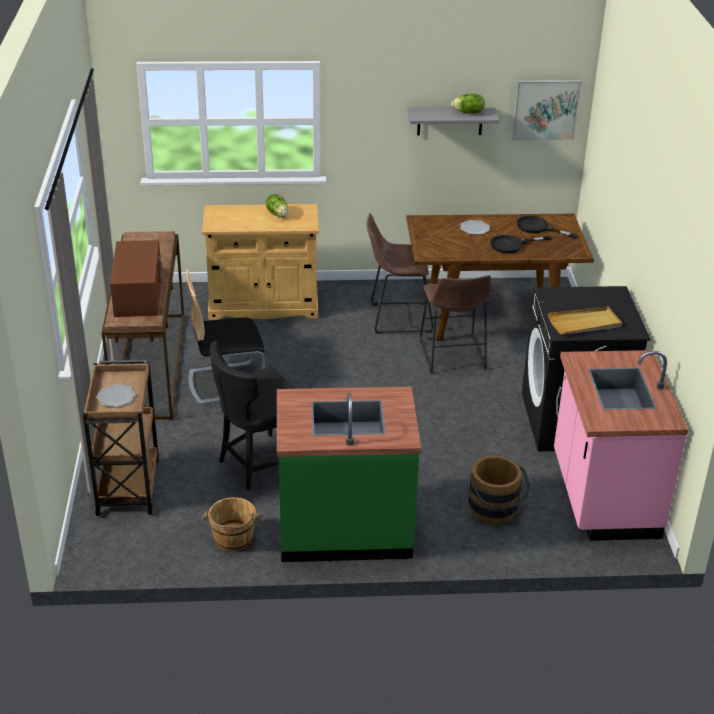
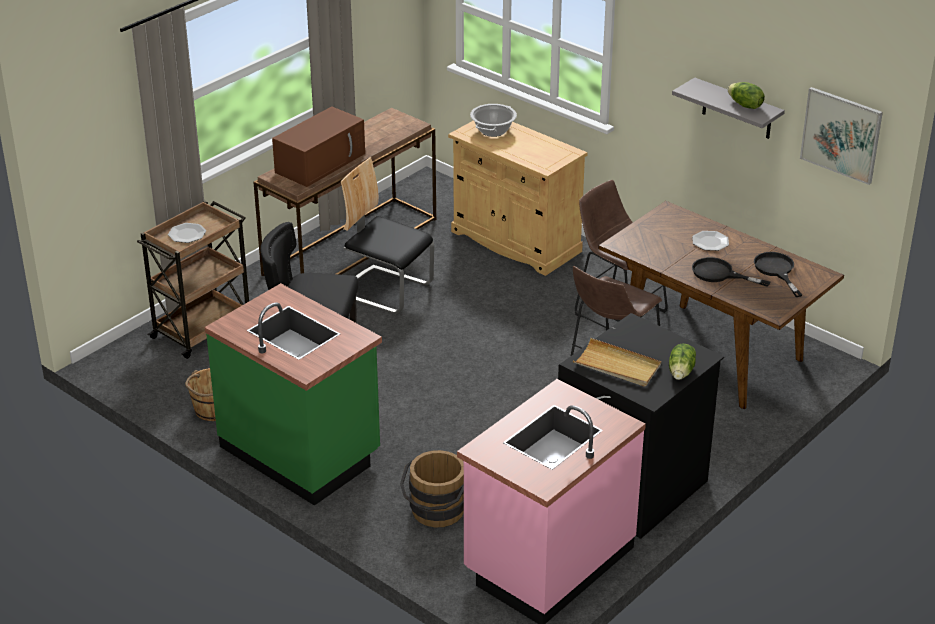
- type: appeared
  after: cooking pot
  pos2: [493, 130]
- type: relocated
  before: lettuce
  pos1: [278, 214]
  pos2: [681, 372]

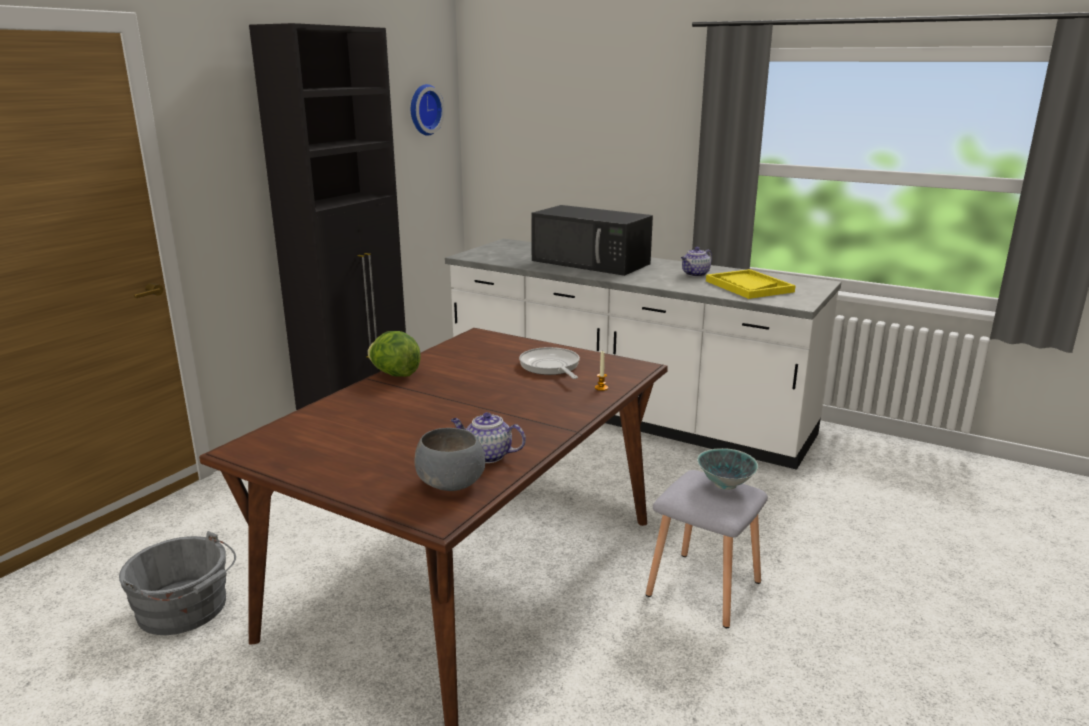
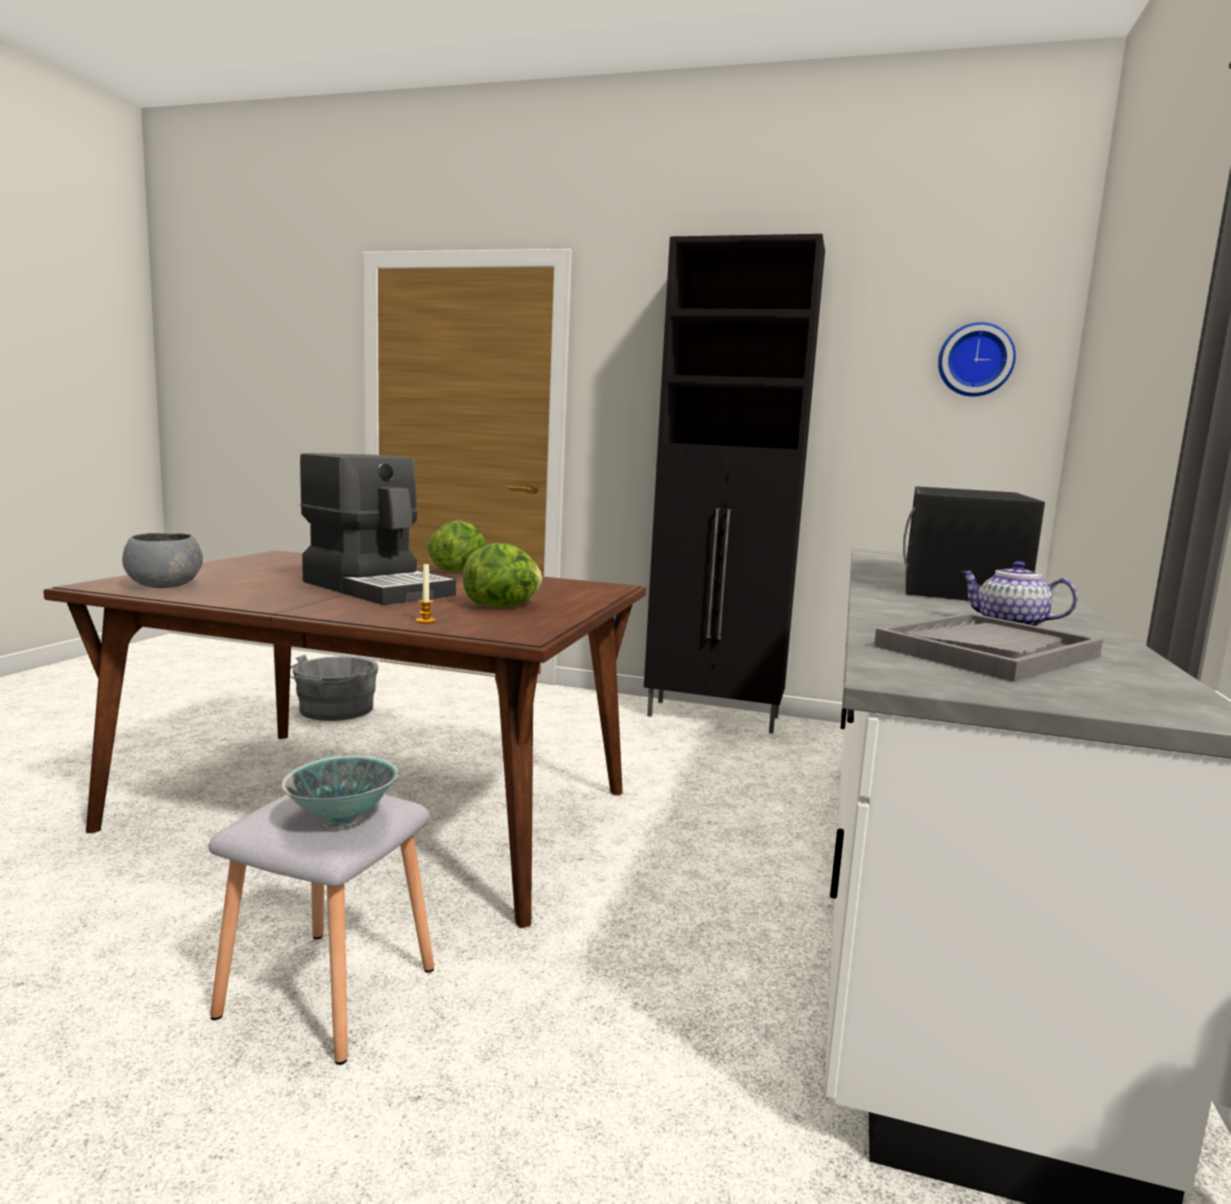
- type: appeared
  after: coffee machine
  pos2: [378, 588]
- type: exchanged
  before: frying pan
  after: lettuce
  pos1: [550, 367]
  pos2: [503, 606]
- type: colour
  before: yellow tray
  after: grey tray
  pos1: [748, 286]
  pos2: [987, 651]
- type: missing
  before: teapot
  pos1: [487, 455]

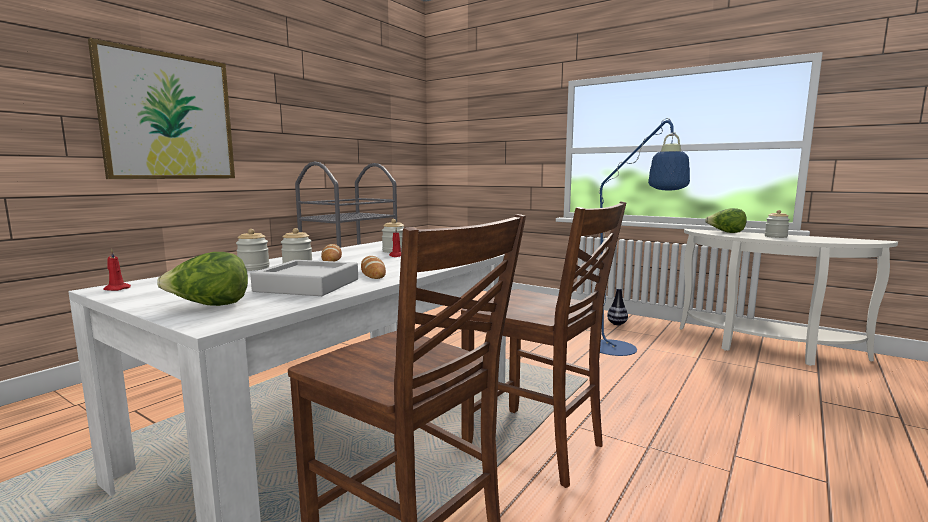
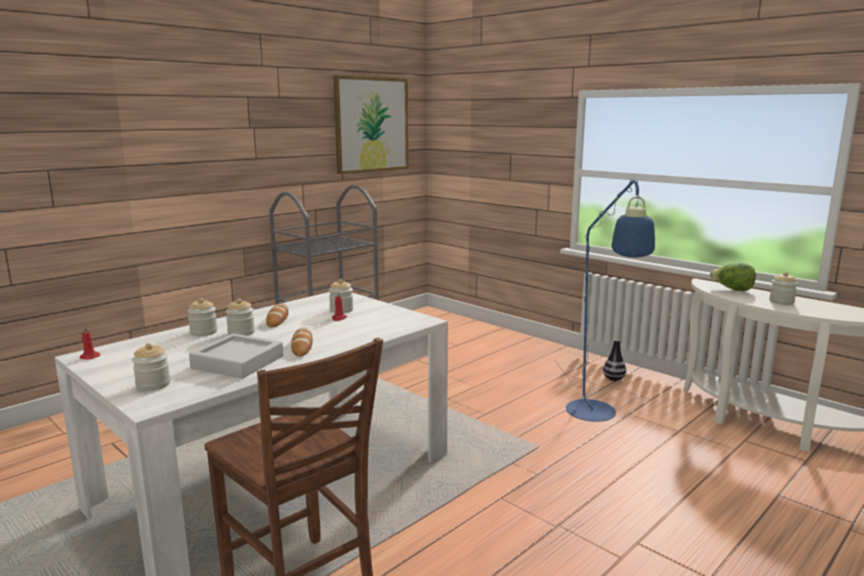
- type: exchanged
  before: lettuce
  after: jar
  pos1: [209, 306]
  pos2: [153, 385]
- type: relocated
  before: picture
  pos1: [168, 117]
  pos2: [371, 124]
- type: missing
  before: brown chair
  pos1: [536, 446]

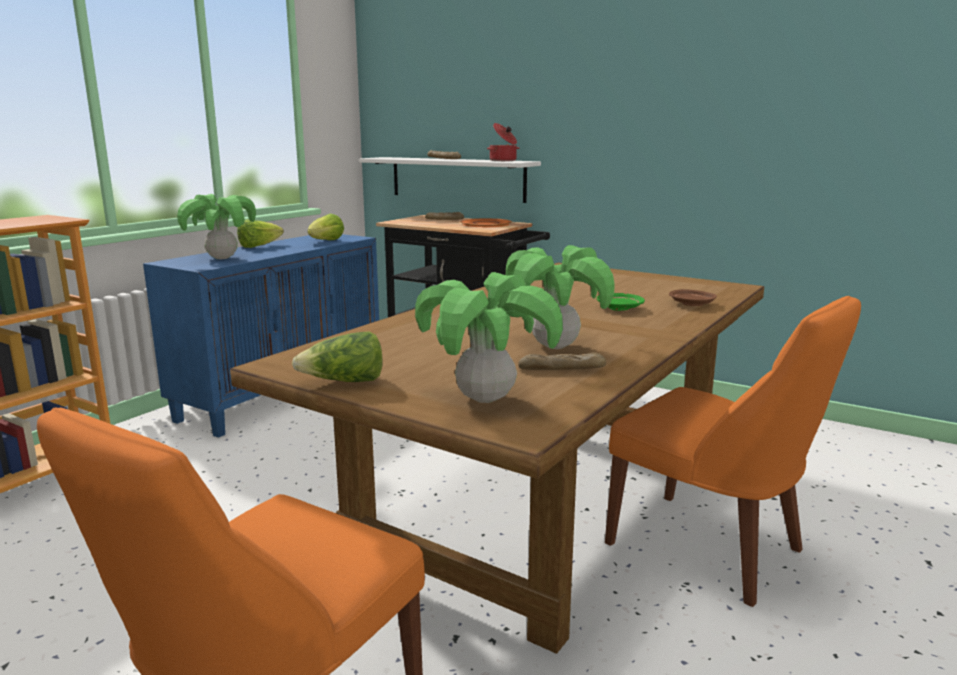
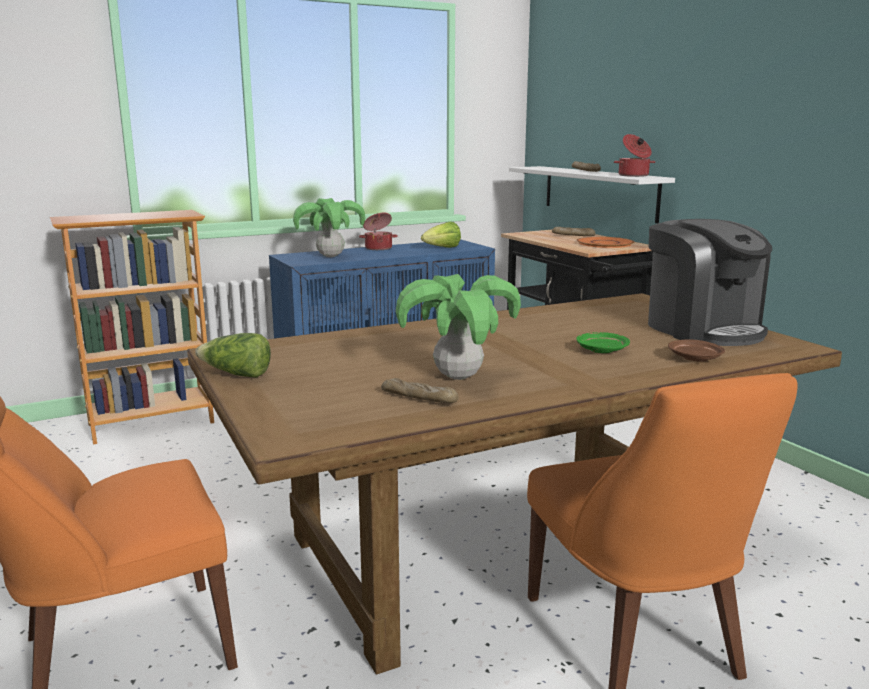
- type: exchanged
  before: lettuce
  after: cooking pot
  pos1: [259, 246]
  pos2: [378, 248]
- type: appeared
  after: coffee machine
  pos2: [703, 329]
- type: missing
  before: potted plant
  pos1: [484, 398]

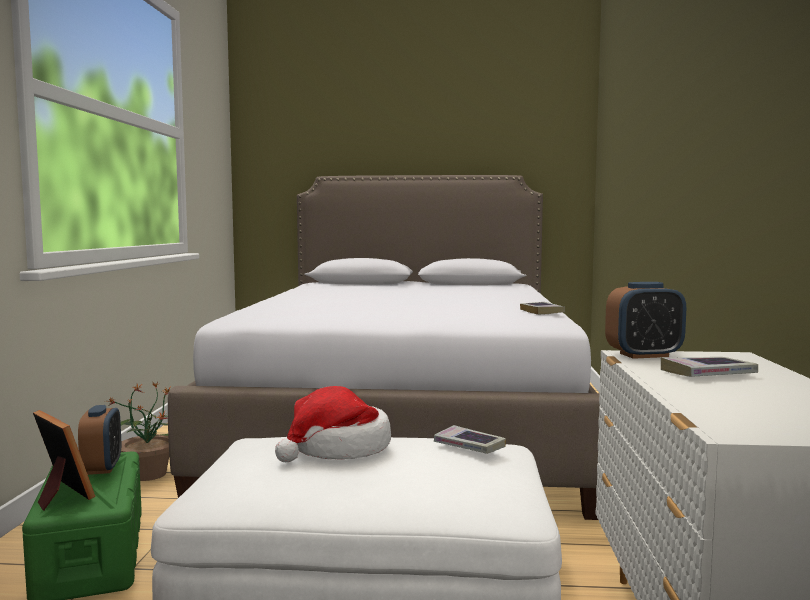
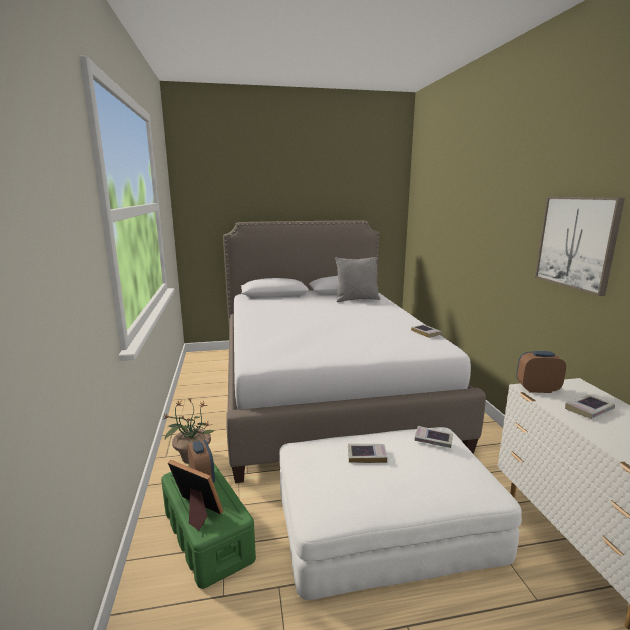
- type: appeared
  after: grey pillow
  pos2: [357, 300]
- type: exchanged
  before: hat
  after: book
  pos1: [338, 449]
  pos2: [366, 455]
- type: spun
  before: alarm clock
  pos1: [644, 355]
  pos2: [537, 389]
  turn: -150
- type: appeared
  after: picture
  pos2: [577, 242]

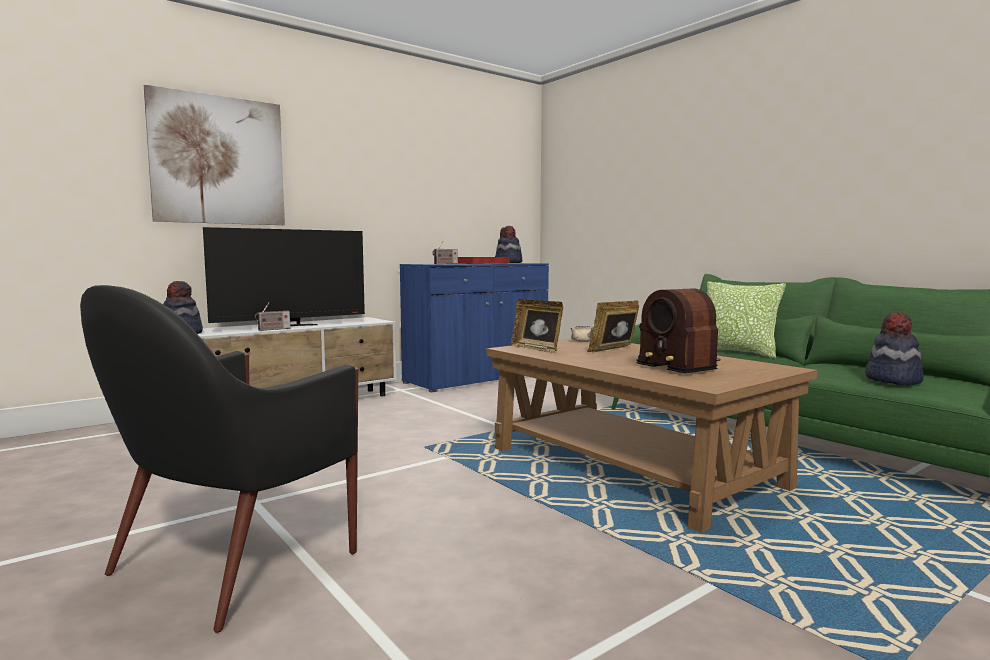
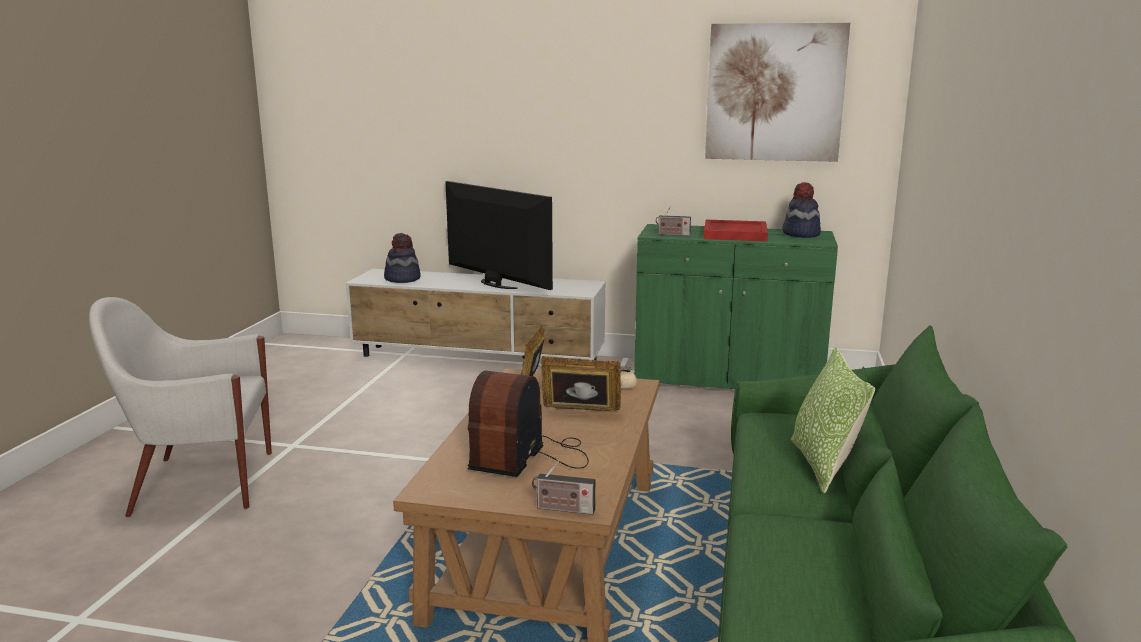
- type: colour
  before: black armchair
  after: white armchair
  pos1: [229, 565]
  pos2: [200, 483]
- type: spun
  before: television
  pos1: [291, 326]
  pos2: [495, 285]
  turn: -150
- type: relocated
  before: radio
  pos1: [273, 329]
  pos2: [562, 509]
- type: colour
  before: blue cabinet
  after: green cabinet
  pos1: [477, 378]
  pos2: [728, 379]
- type: relocated
  before: picture
  pos1: [218, 160]
  pos2: [774, 93]
- type: missing
  before: hat
  pos1: [892, 380]

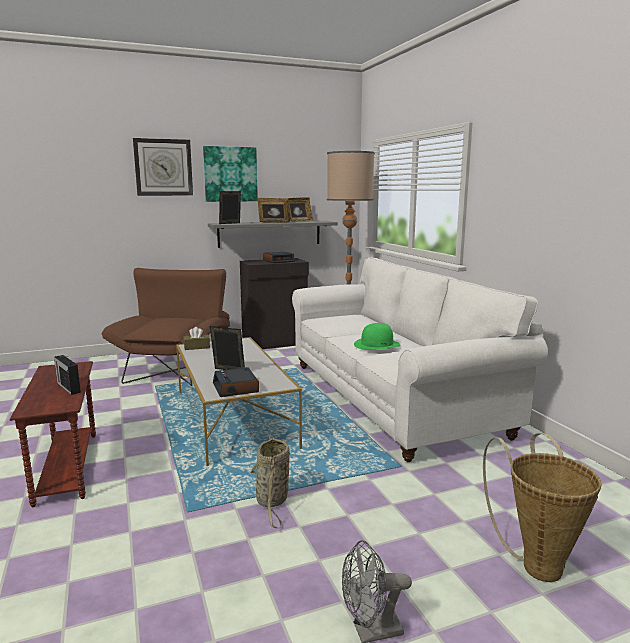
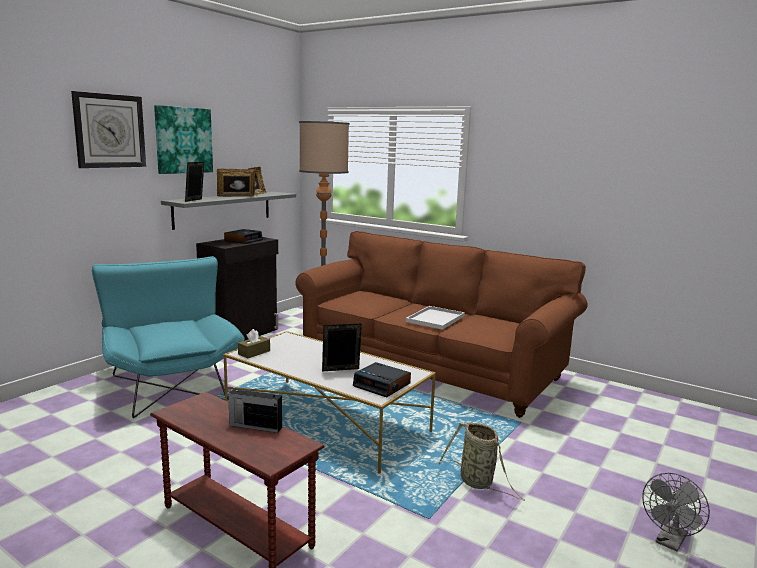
- type: colour
  before: brown armchair
  after: turquoise armchair
  pos1: [176, 367]
  pos2: [169, 383]
- type: colour
  before: white sofa
  after: brown sofa
  pos1: [390, 398]
  pos2: [430, 367]
- type: exchanged
  before: green hat
  after: white tray
  pos1: [377, 344]
  pos2: [435, 318]
- type: missing
  before: basket
  pos1: [536, 563]

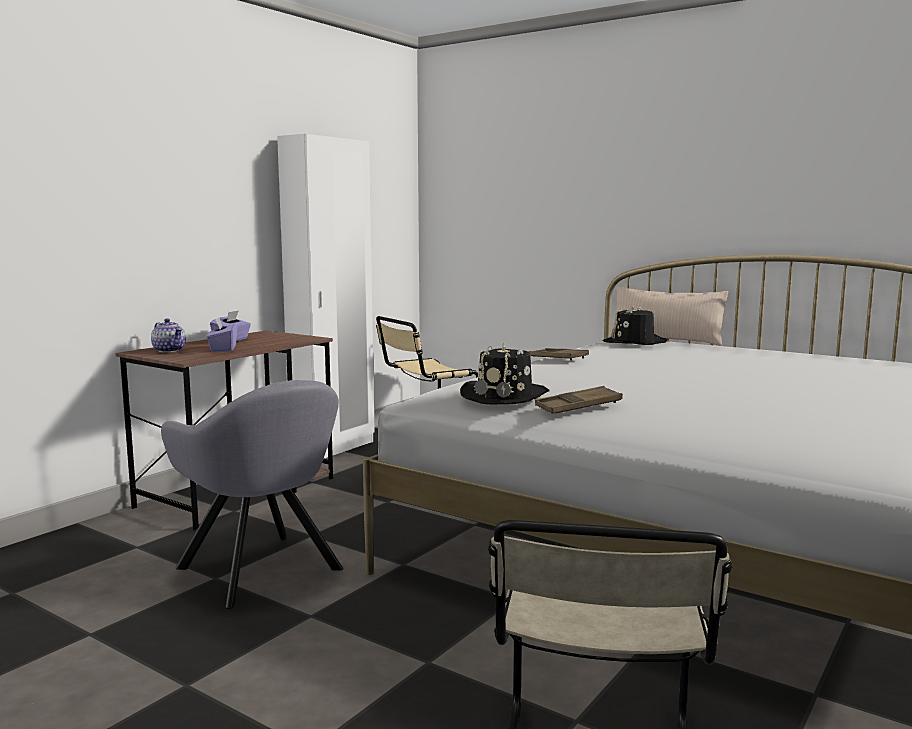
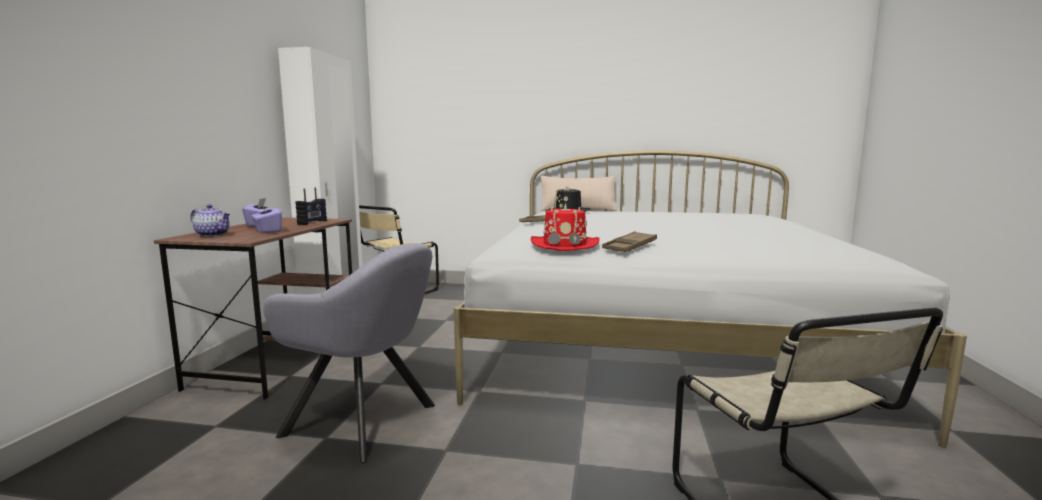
- type: appeared
  after: radio
  pos2: [312, 222]
- type: colour
  before: black hat
  after: red hat
  pos1: [505, 395]
  pos2: [565, 245]

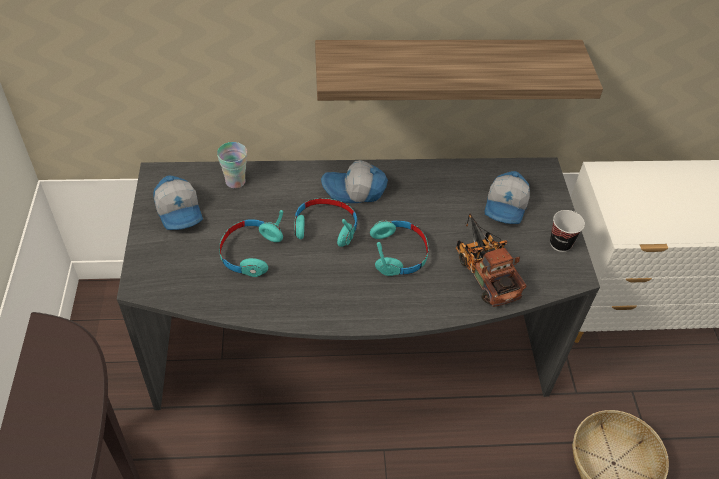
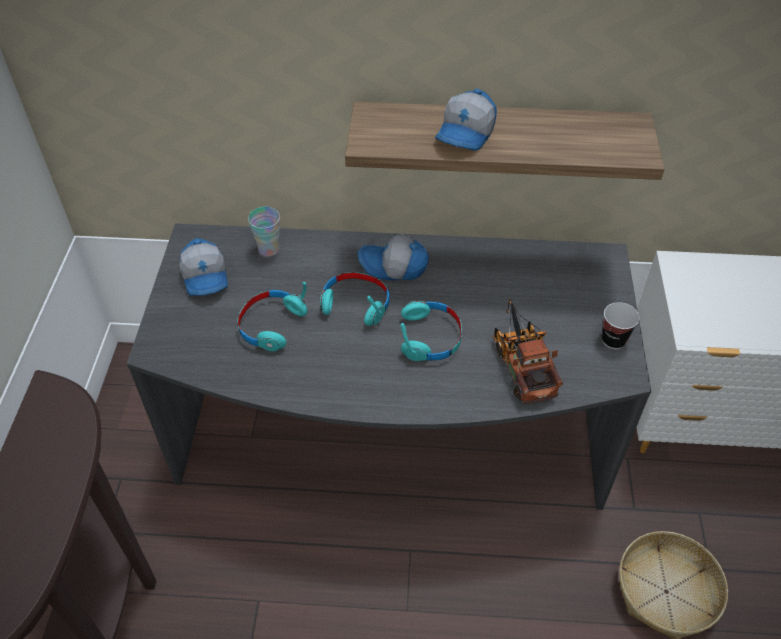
- type: relocated
  before: cap
  pos1: [506, 207]
  pos2: [466, 133]

